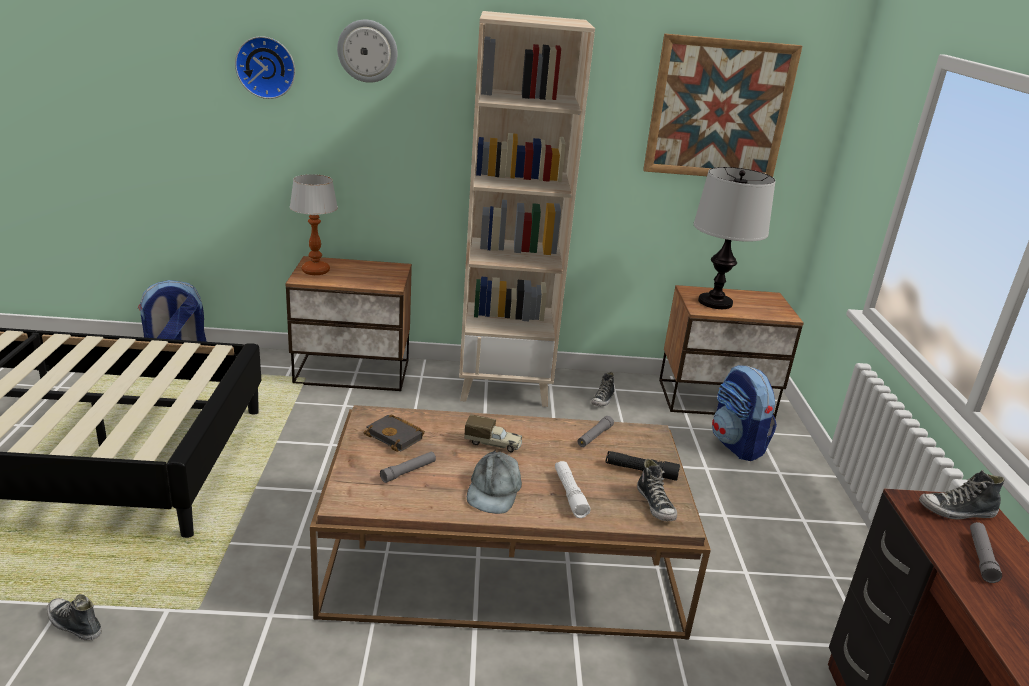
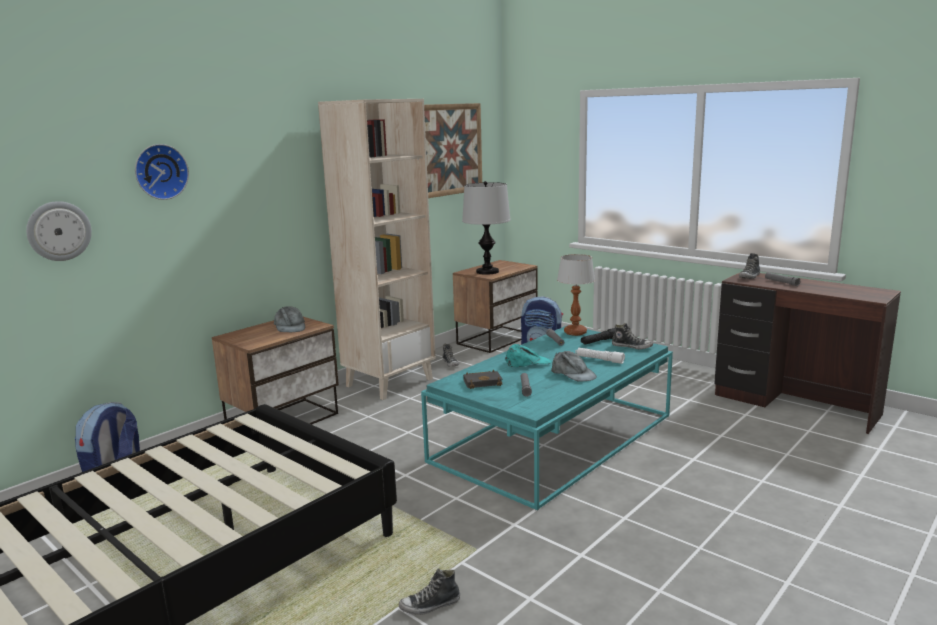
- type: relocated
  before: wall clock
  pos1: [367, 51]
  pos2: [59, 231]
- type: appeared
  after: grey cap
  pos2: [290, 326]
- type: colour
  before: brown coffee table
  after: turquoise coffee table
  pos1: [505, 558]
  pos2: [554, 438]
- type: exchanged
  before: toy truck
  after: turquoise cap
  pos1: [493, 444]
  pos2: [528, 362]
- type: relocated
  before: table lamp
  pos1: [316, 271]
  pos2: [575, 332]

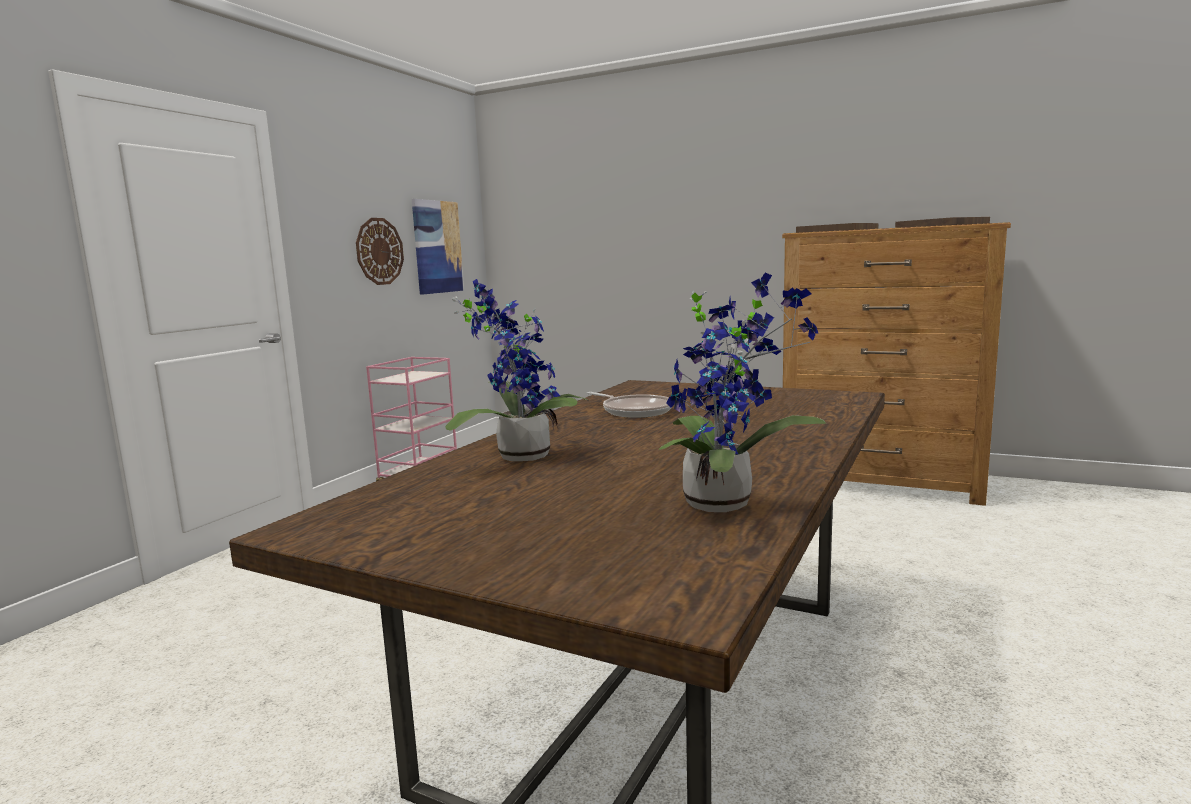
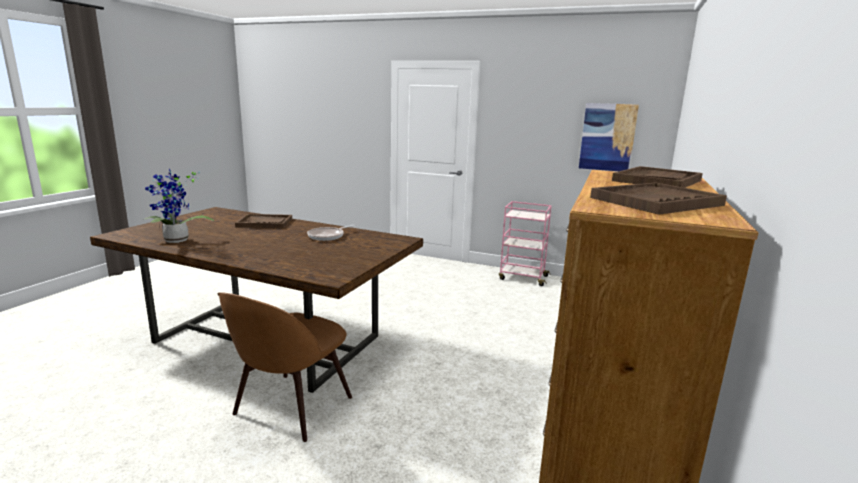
- type: appeared
  after: brown chair
  pos2: [290, 408]
- type: exchanged
  before: potted plant
  after: brown tray
  pos1: [519, 455]
  pos2: [265, 223]
- type: missing
  before: wall clock
  pos1: [379, 251]

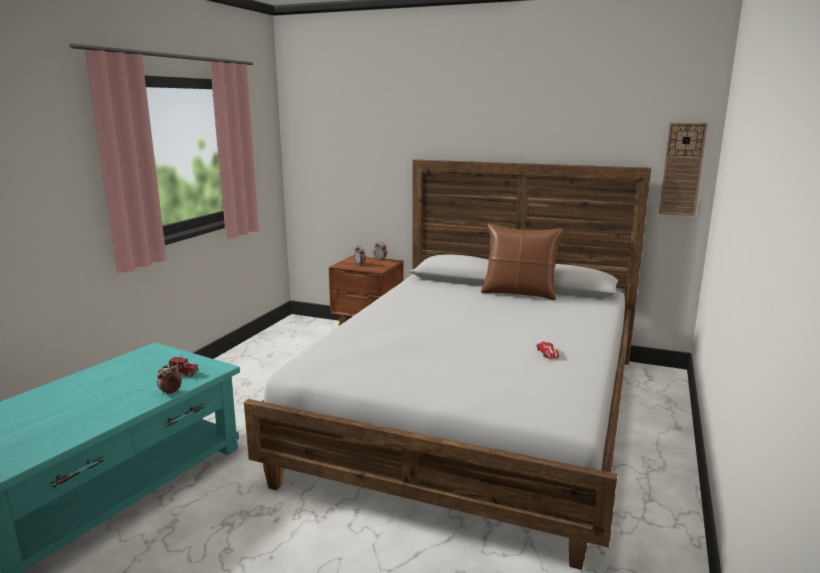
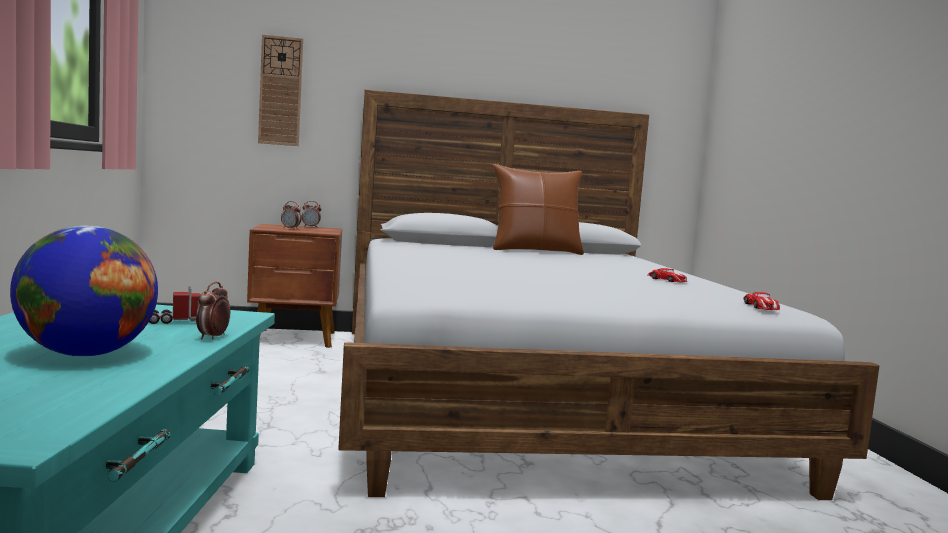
- type: appeared
  after: globe
  pos2: [86, 354]
- type: relocated
  before: wall clock
  pos1: [682, 169]
  pos2: [280, 91]
- type: appeared
  after: toy car
  pos2: [761, 307]

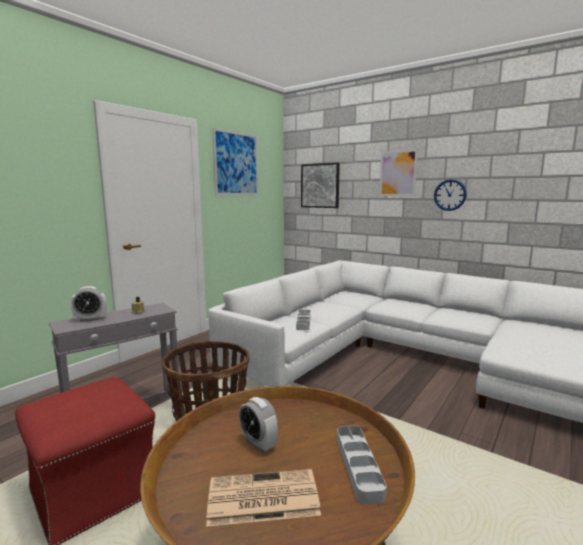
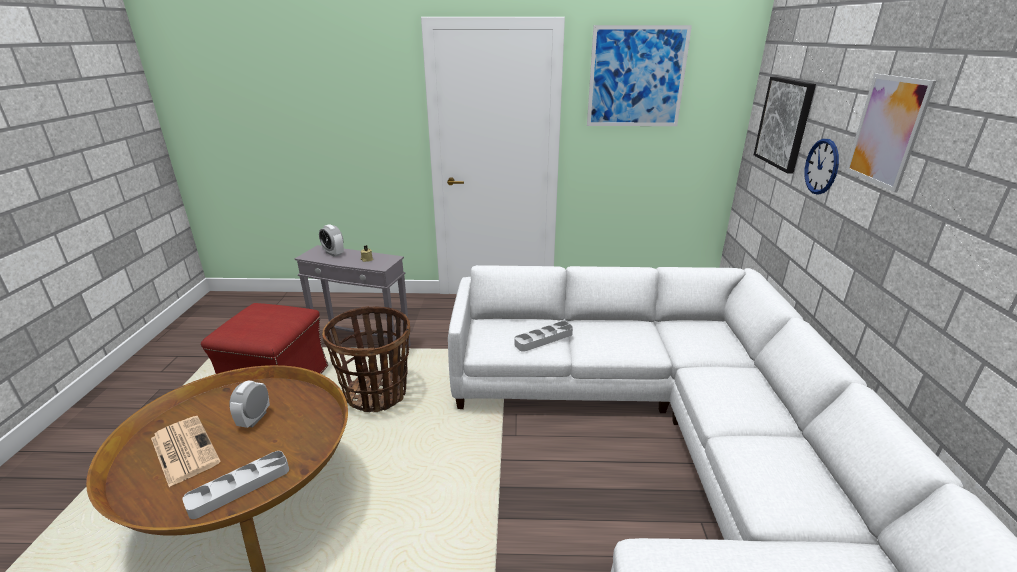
- type: relocated
  before: wall clock
  pos1: [450, 195]
  pos2: [821, 166]

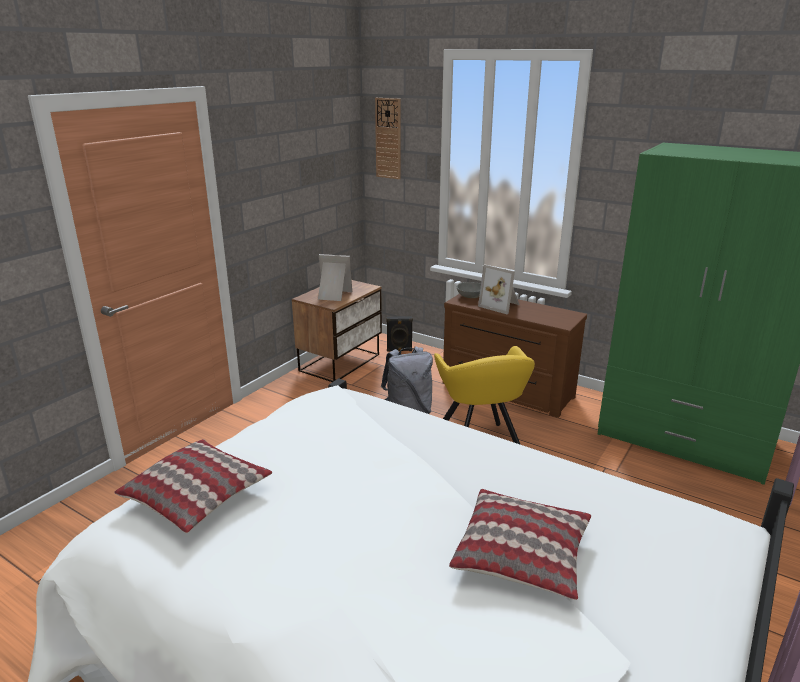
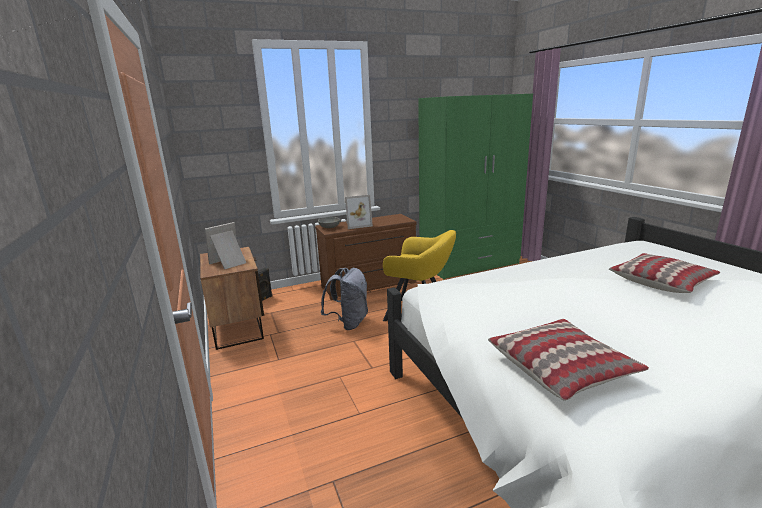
- type: missing
  before: wall clock
  pos1: [388, 138]

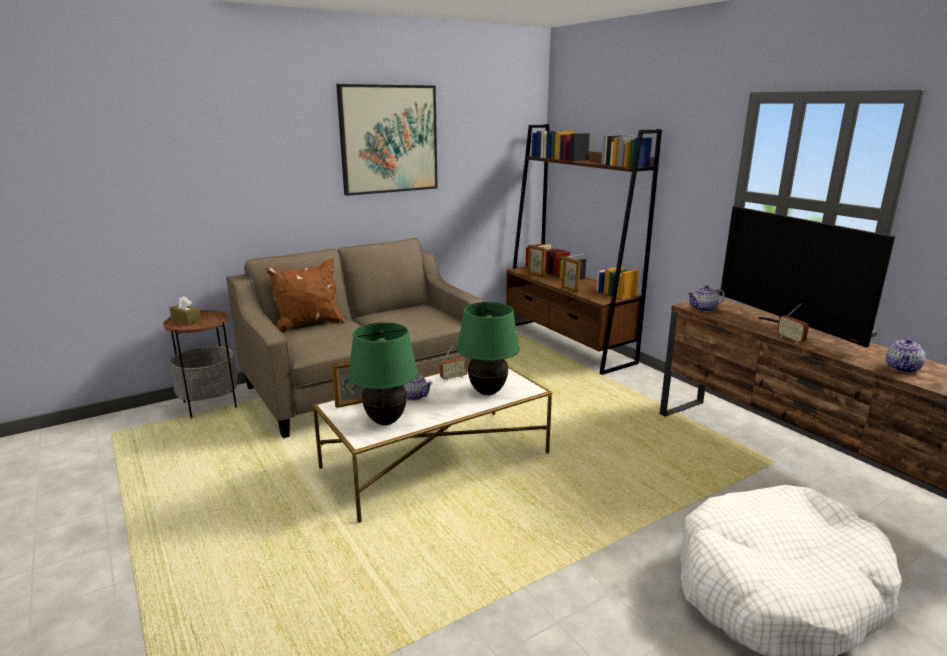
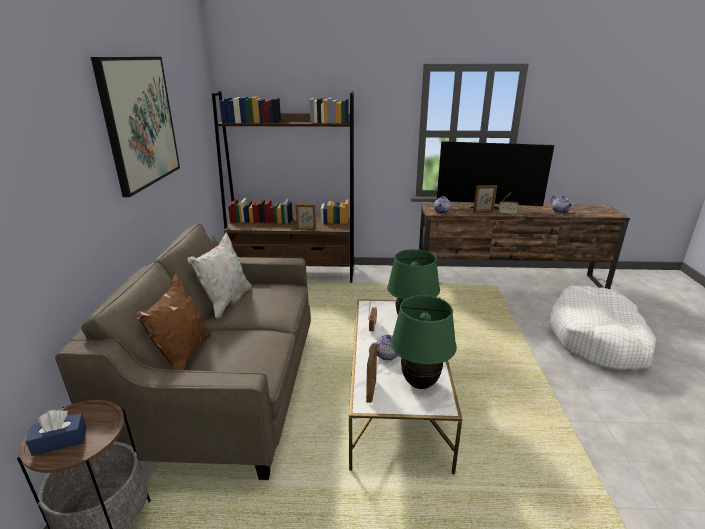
- type: colour
  before: brown tissue box
  after: blue tissue box
  pos1: [186, 319]
  pos2: [60, 441]
- type: appeared
  after: white pillow
  pos2: [226, 301]
- type: relocated
  before: picture frame
  pos1: [535, 275]
  pos2: [483, 212]

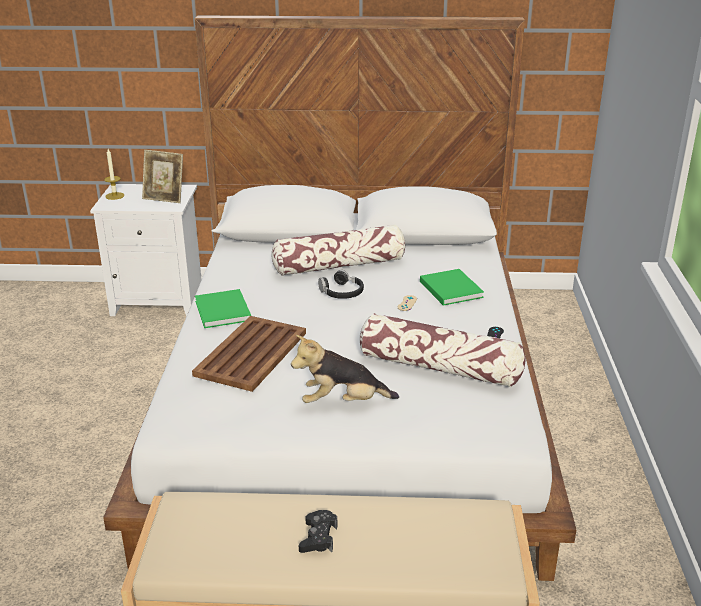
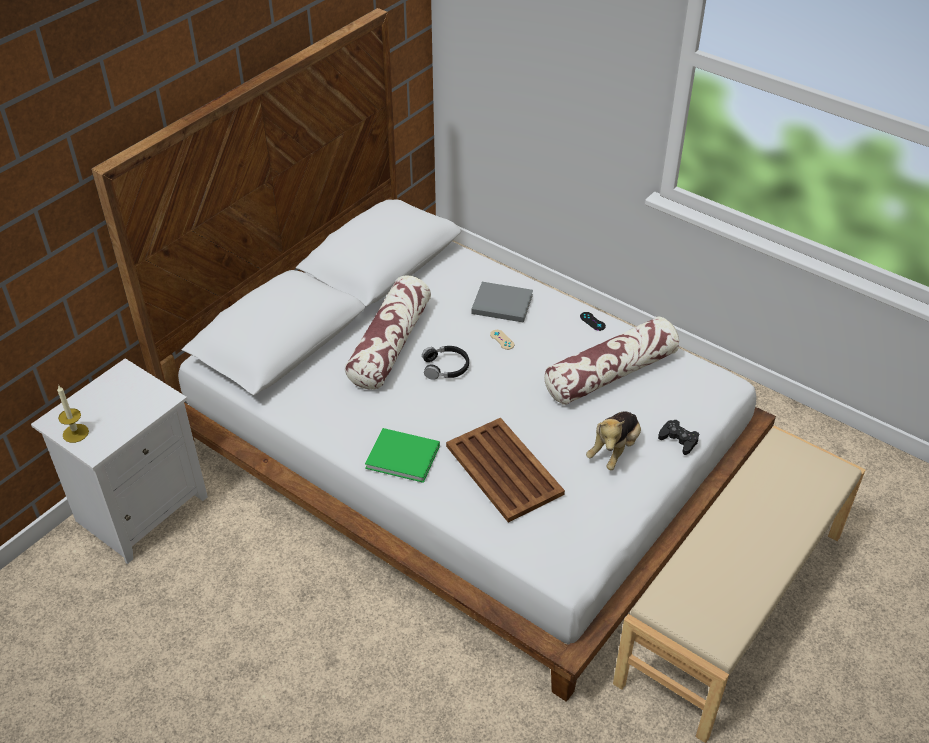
- type: colour
  before: green book
  after: grey book
  pos1: [450, 288]
  pos2: [500, 303]
- type: relocated
  before: black game controller
  pos1: [318, 537]
  pos2: [678, 440]
- type: missing
  before: picture frame
  pos1: [165, 198]

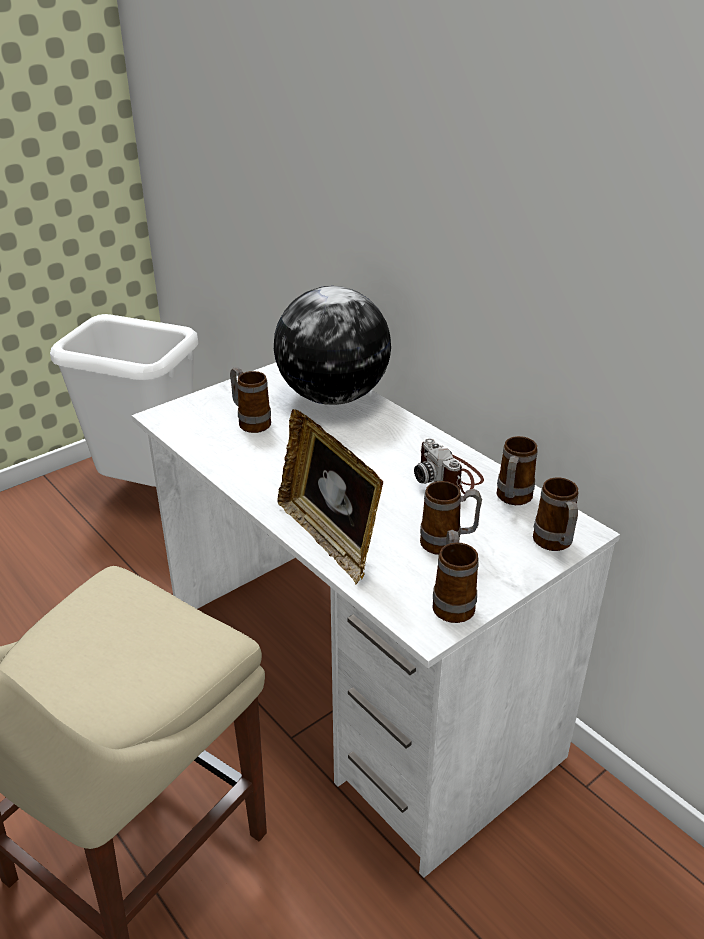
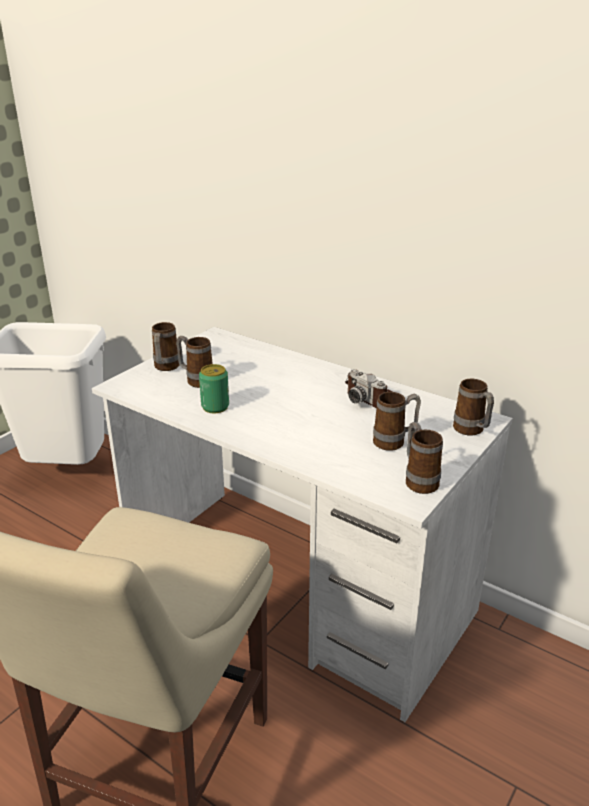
- type: relocated
  before: mug
  pos1: [512, 500]
  pos2: [165, 368]
- type: appeared
  after: can
  pos2: [215, 407]
- type: missing
  before: globe
  pos1: [333, 396]
- type: missing
  before: picture frame
  pos1: [329, 538]

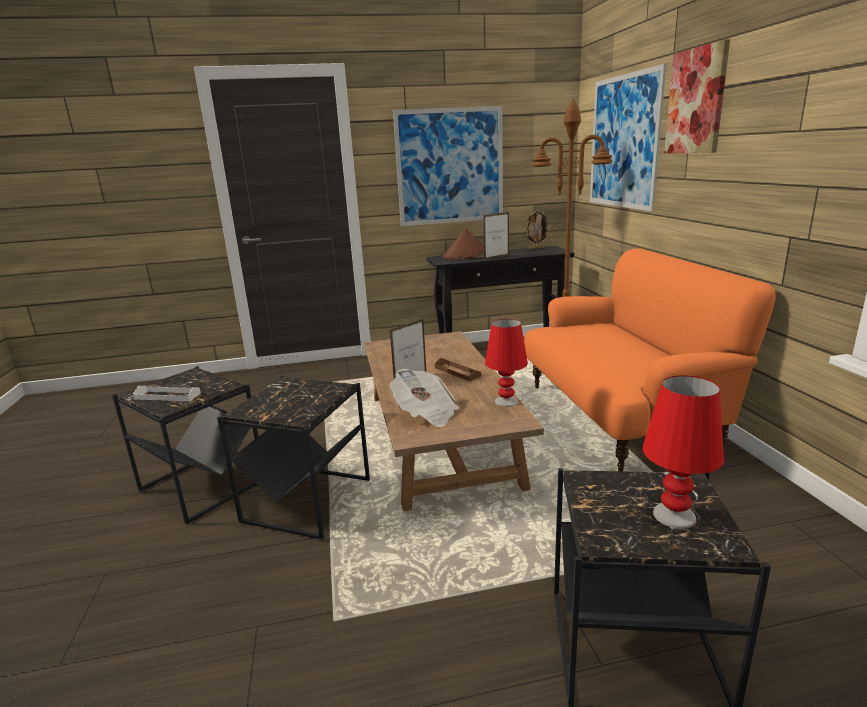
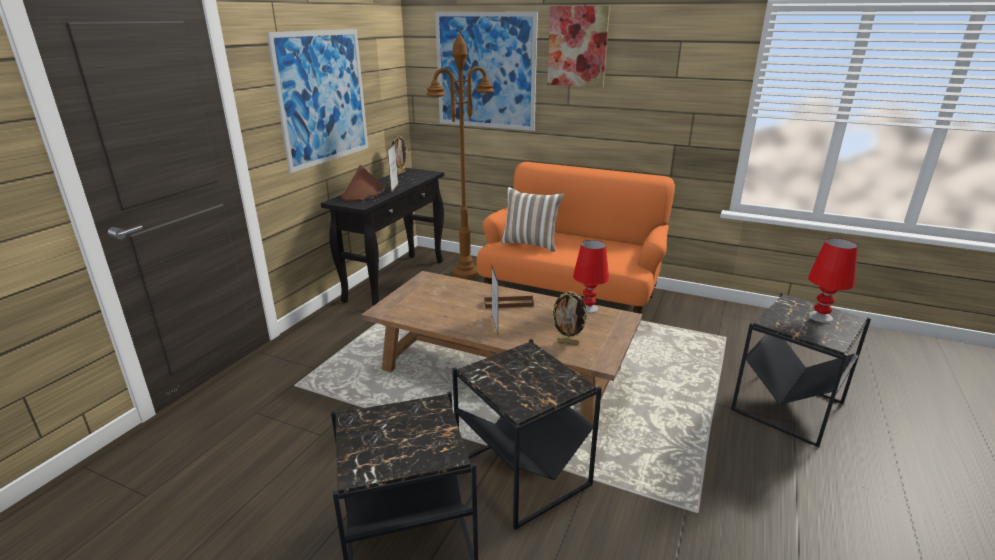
- type: appeared
  after: pillow
  pos2: [531, 244]
- type: exchanged
  before: newspaper
  after: picture frame
  pos1: [425, 413]
  pos2: [567, 342]
- type: missing
  before: white tray
  pos1: [167, 396]

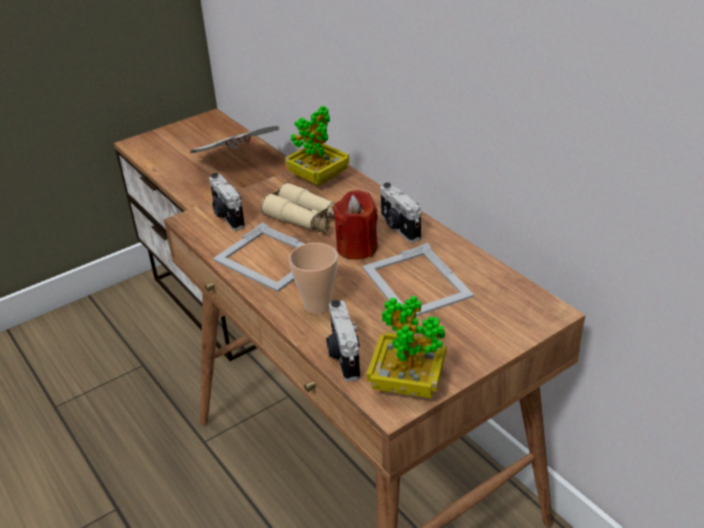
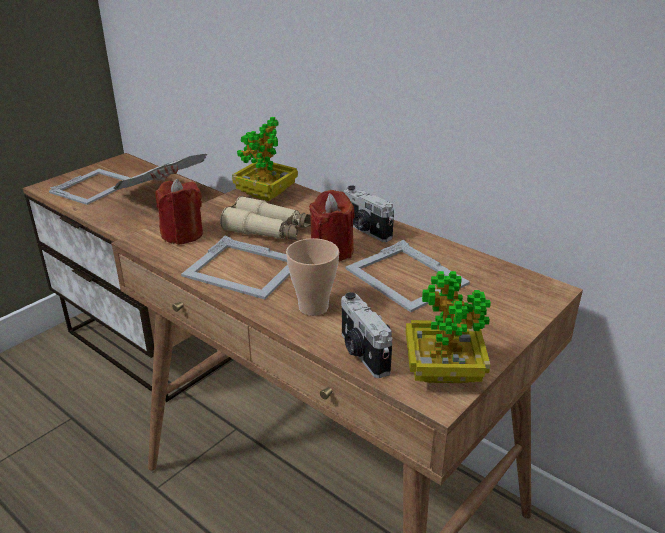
- type: appeared
  after: picture frame
  pos2: [94, 186]
- type: exchanged
  before: photo camera
  after: red candle
  pos1: [227, 216]
  pos2: [182, 234]

